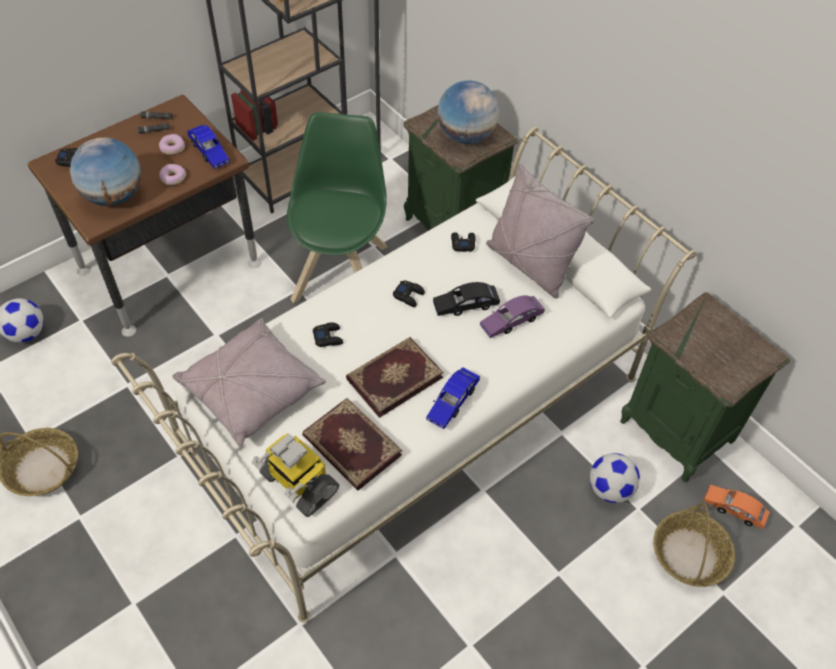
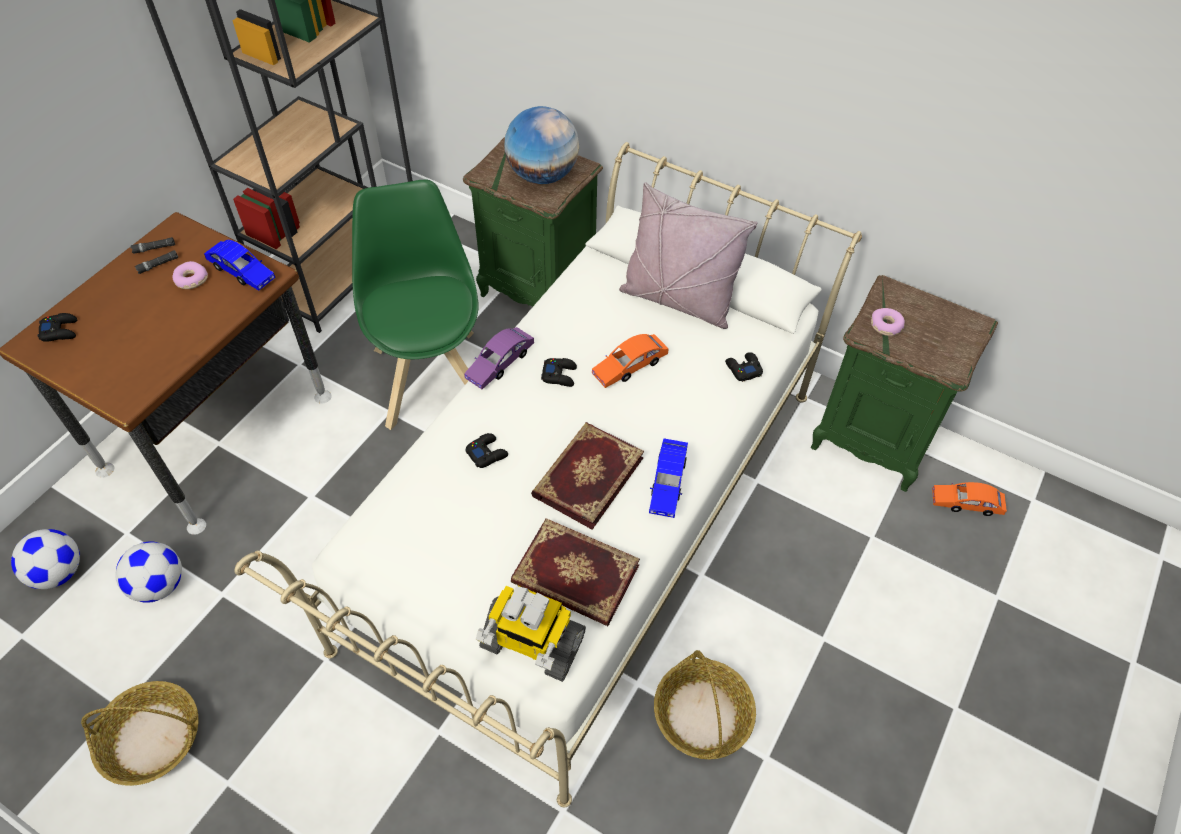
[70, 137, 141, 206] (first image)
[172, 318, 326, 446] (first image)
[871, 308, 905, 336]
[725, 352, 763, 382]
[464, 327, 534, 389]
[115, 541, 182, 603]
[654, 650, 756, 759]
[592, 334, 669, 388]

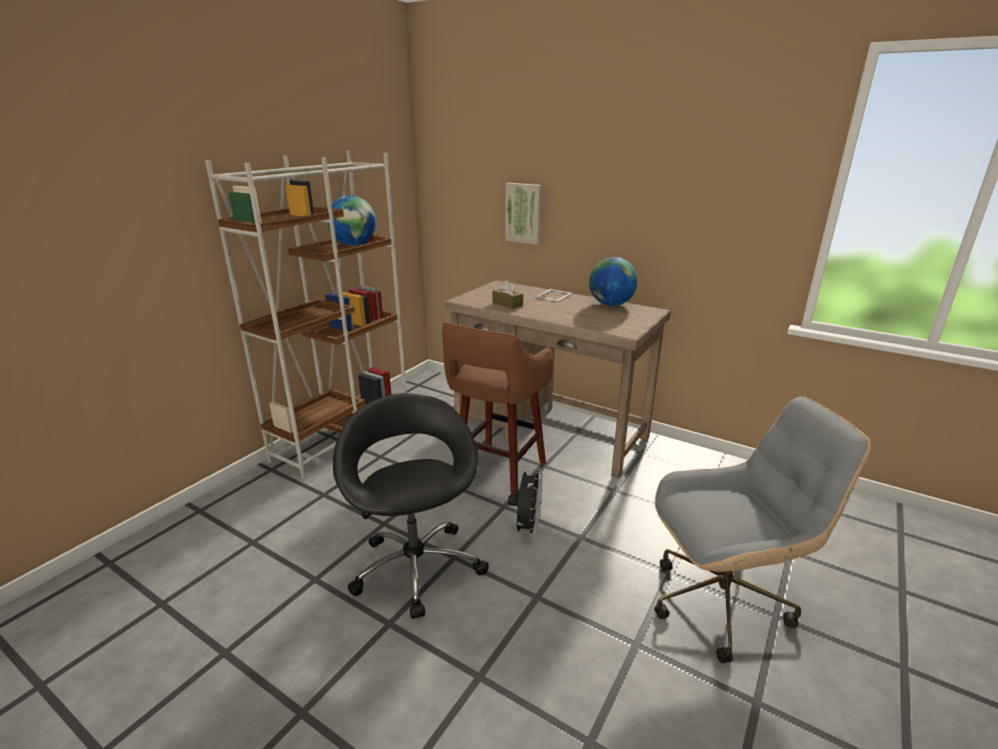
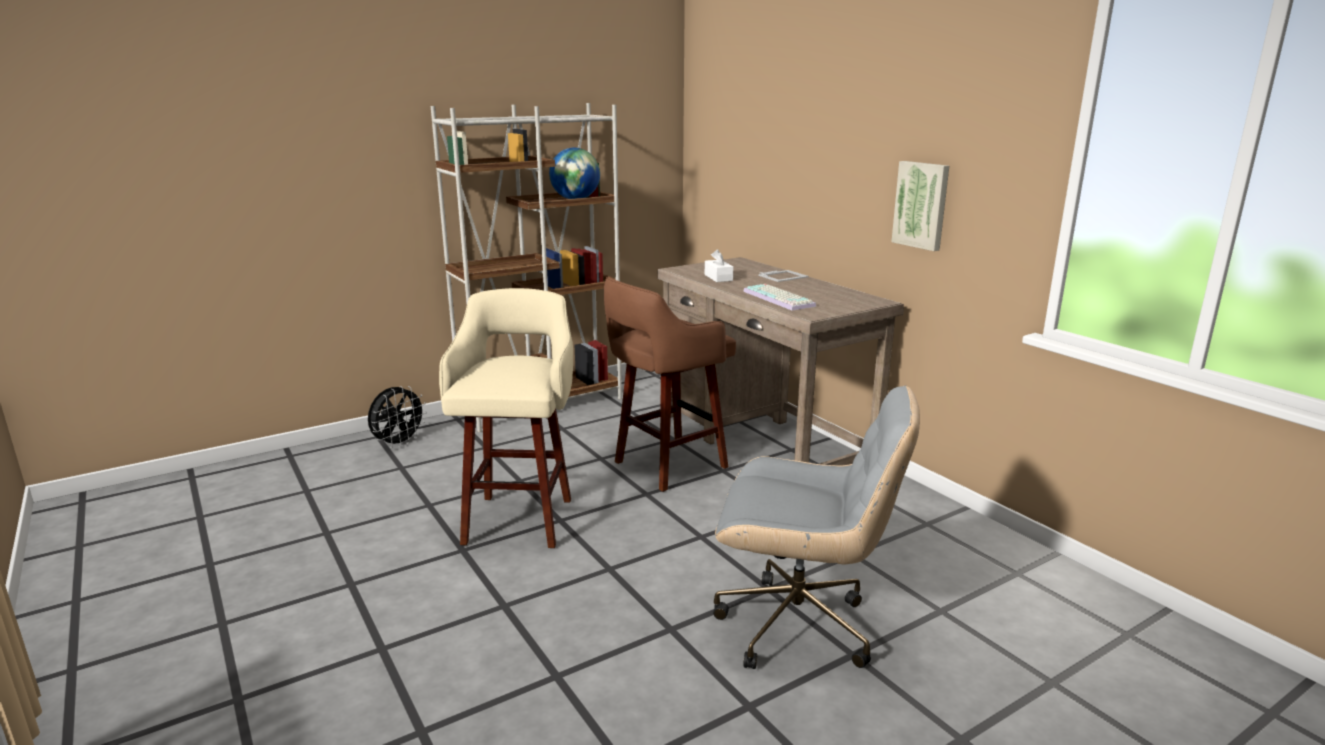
[589, 257, 638, 306] (first image)
[743, 284, 816, 311]
[891, 161, 949, 251]
[368, 386, 427, 448]
[439, 288, 573, 548]
[705, 249, 733, 282]

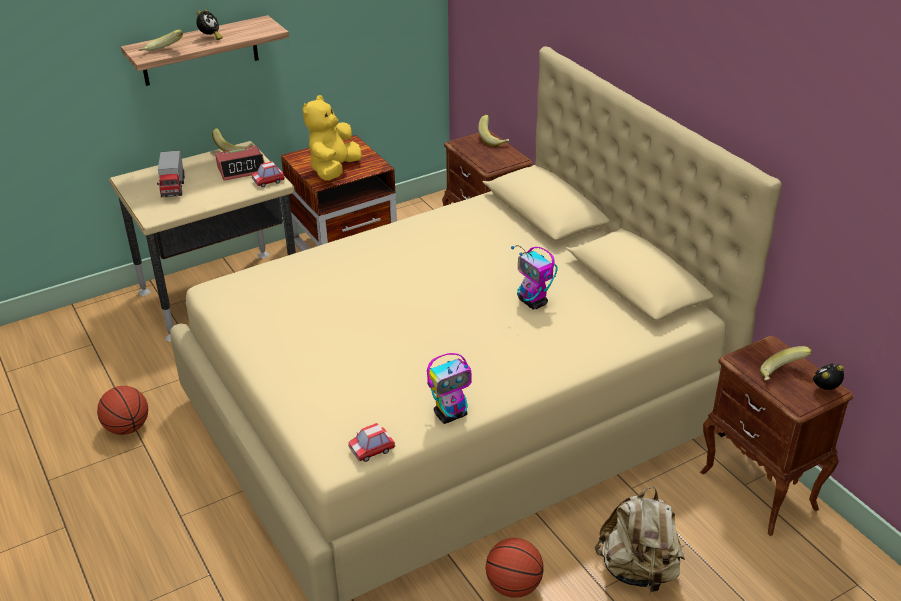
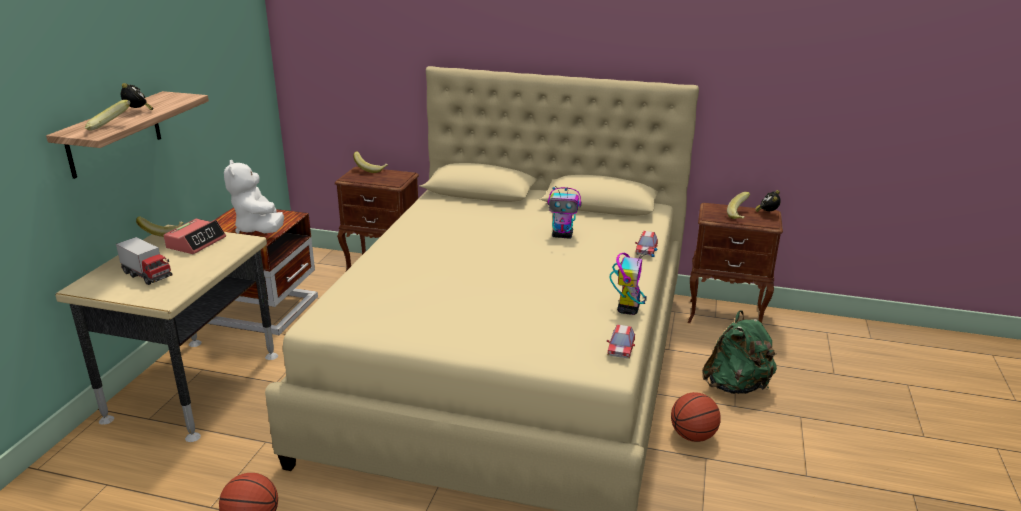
[635, 231, 658, 256]
[224, 160, 284, 234]
[703, 310, 777, 394]

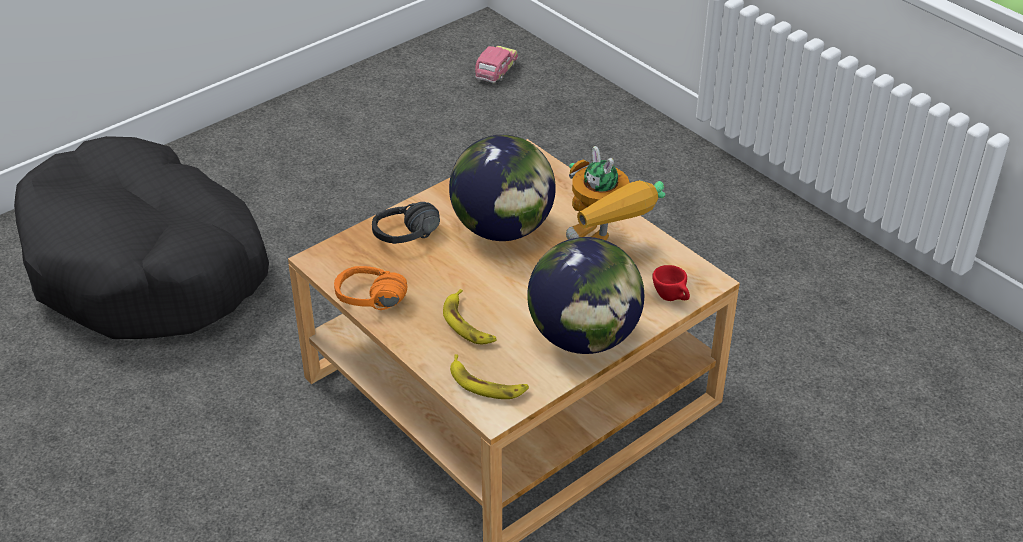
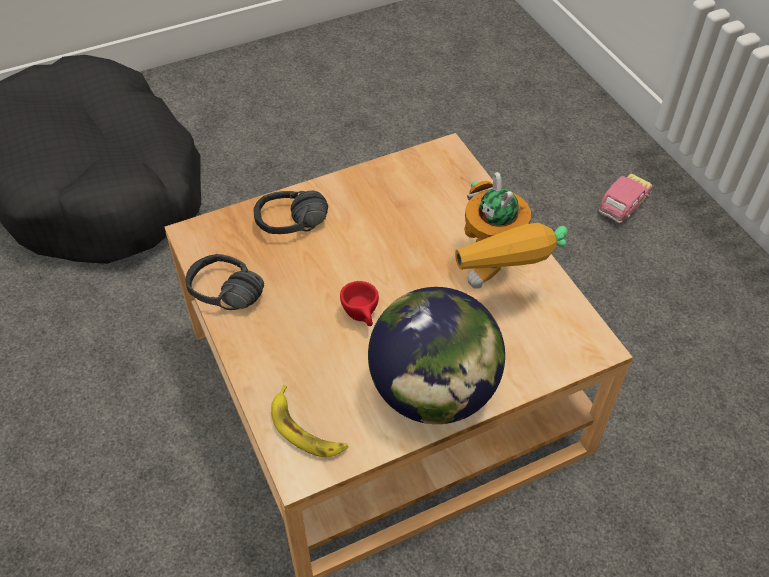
[443, 289, 497, 344] (first image)
[449, 135, 556, 241] (first image)
[599, 174, 652, 223]
[340, 281, 379, 326]
[186, 254, 264, 310]

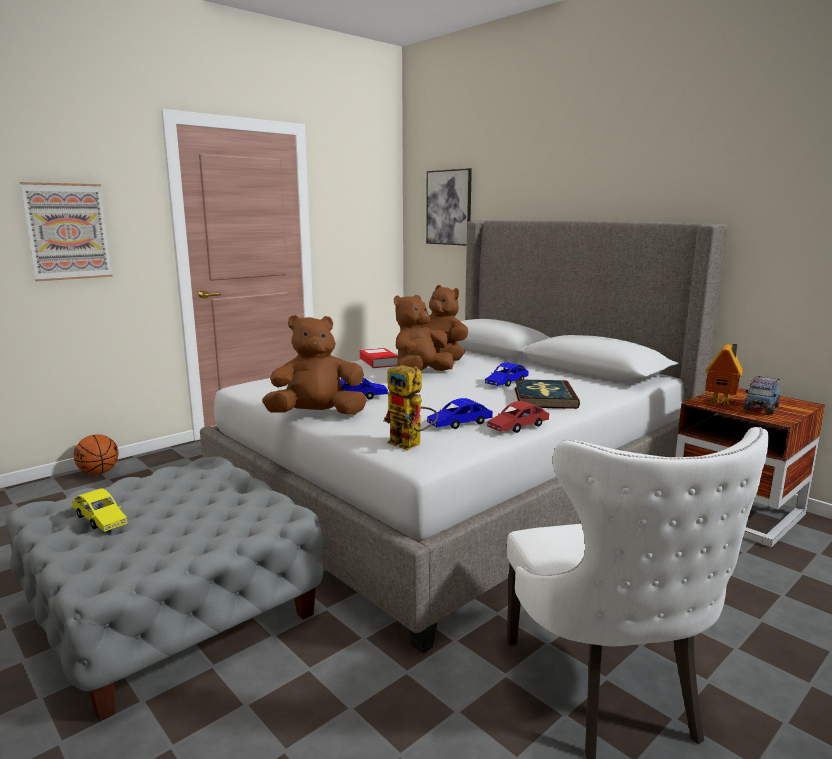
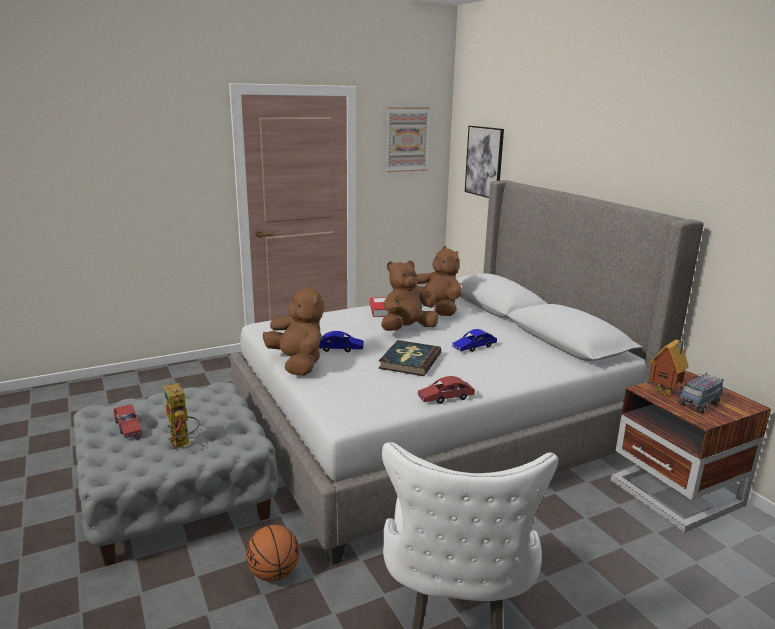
[427, 398, 493, 429] (first image)
[386, 107, 430, 172]
[246, 525, 299, 582]
[164, 383, 199, 449]
[379, 340, 441, 376]
[113, 404, 142, 438]
[263, 284, 324, 376]

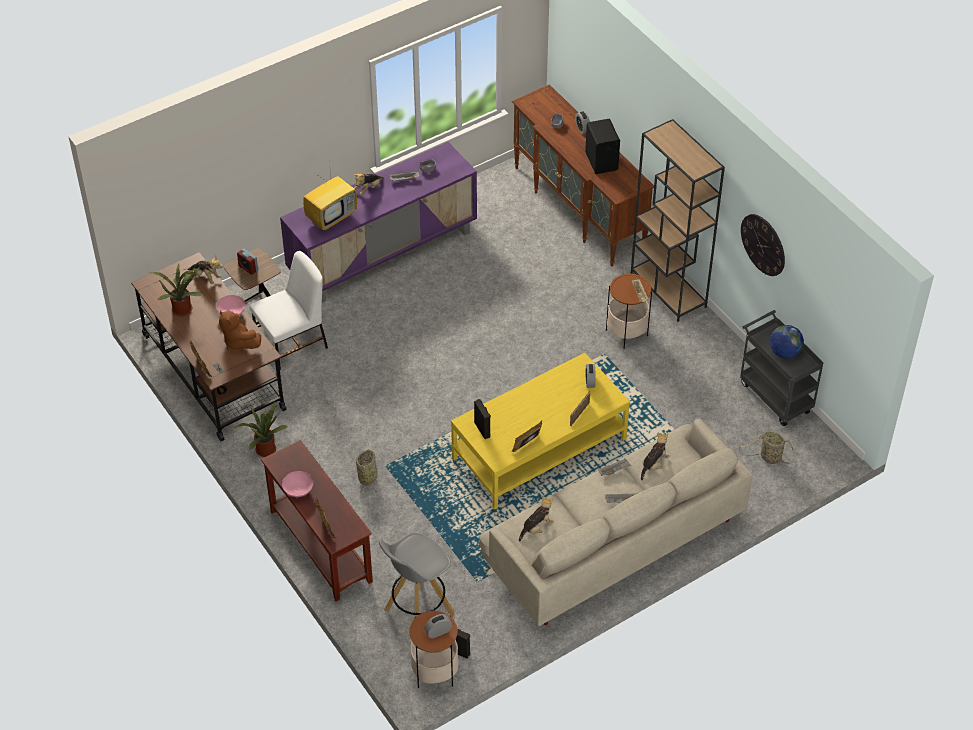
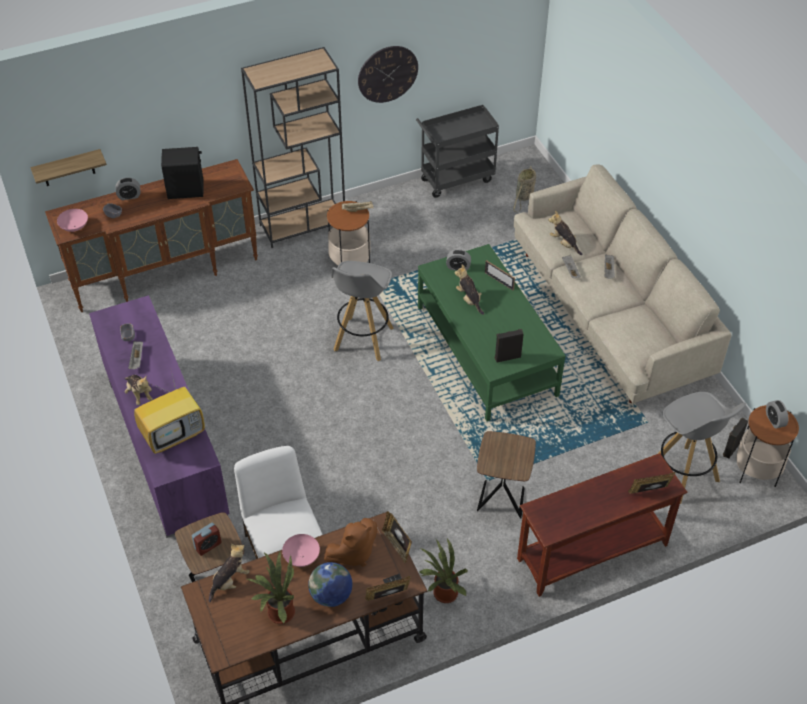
[30, 149, 107, 186]
[332, 261, 394, 361]
[57, 209, 88, 232]
[382, 511, 412, 564]
[455, 264, 484, 315]
[308, 562, 352, 607]
[477, 431, 536, 519]
[418, 244, 566, 421]
[134, 371, 205, 454]

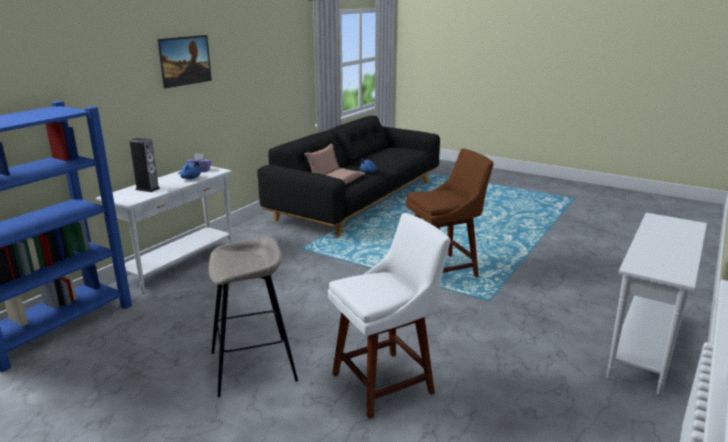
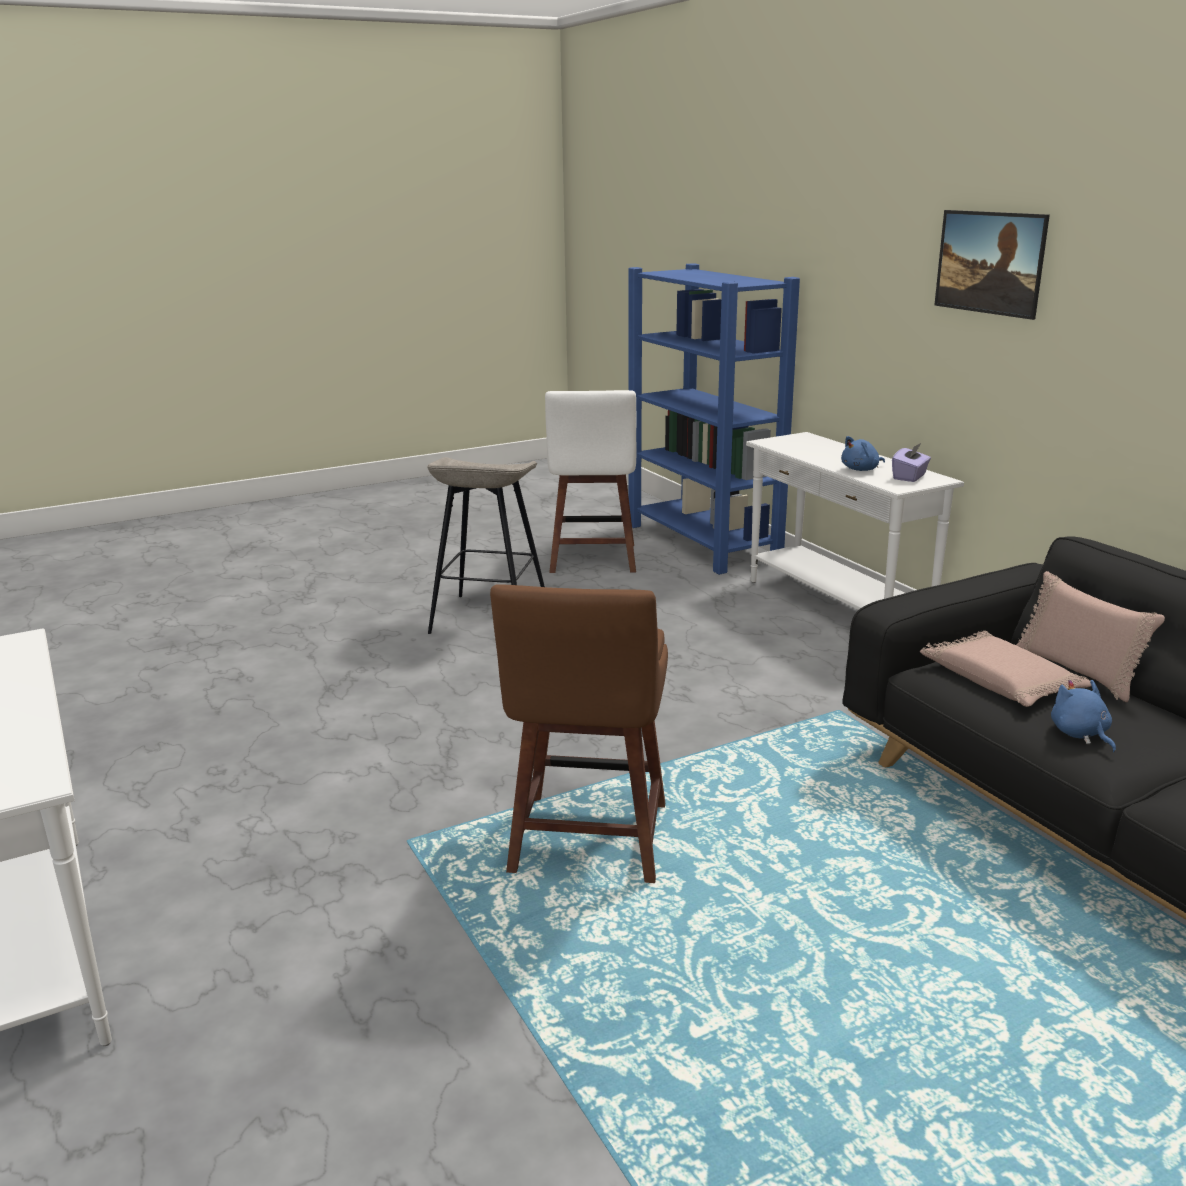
[129, 138, 160, 192] (first image)
[545, 390, 636, 573]

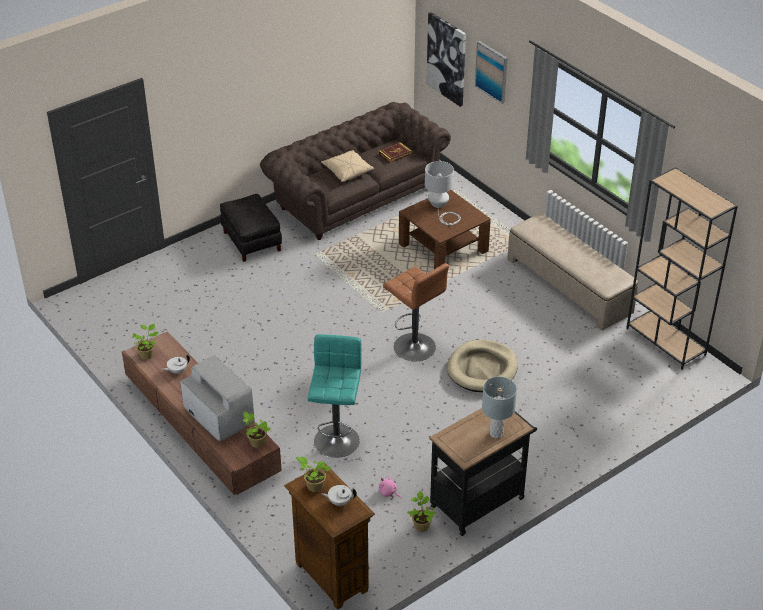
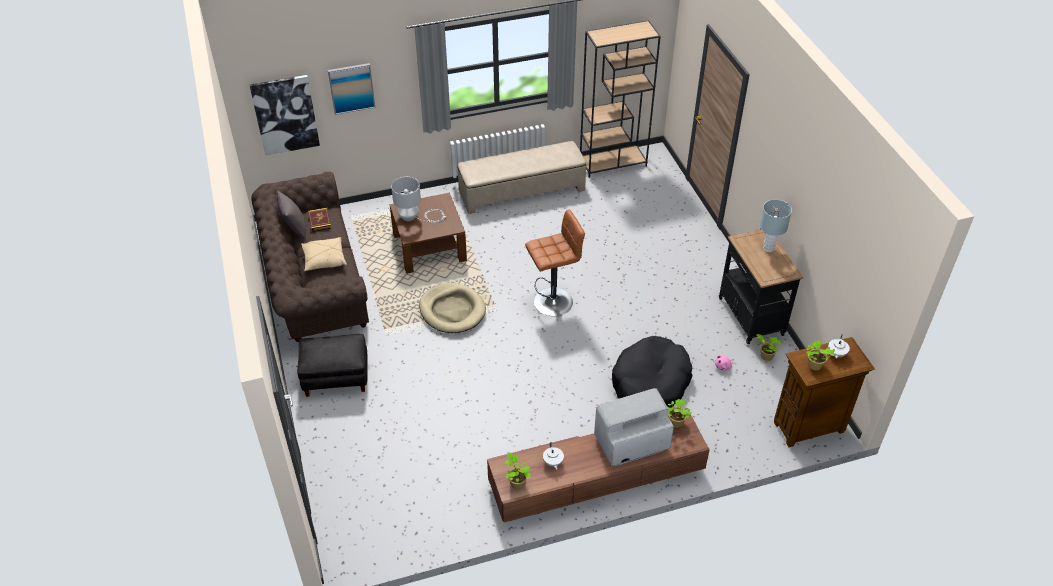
[277, 191, 306, 240]
[419, 283, 486, 333]
[612, 336, 693, 408]

